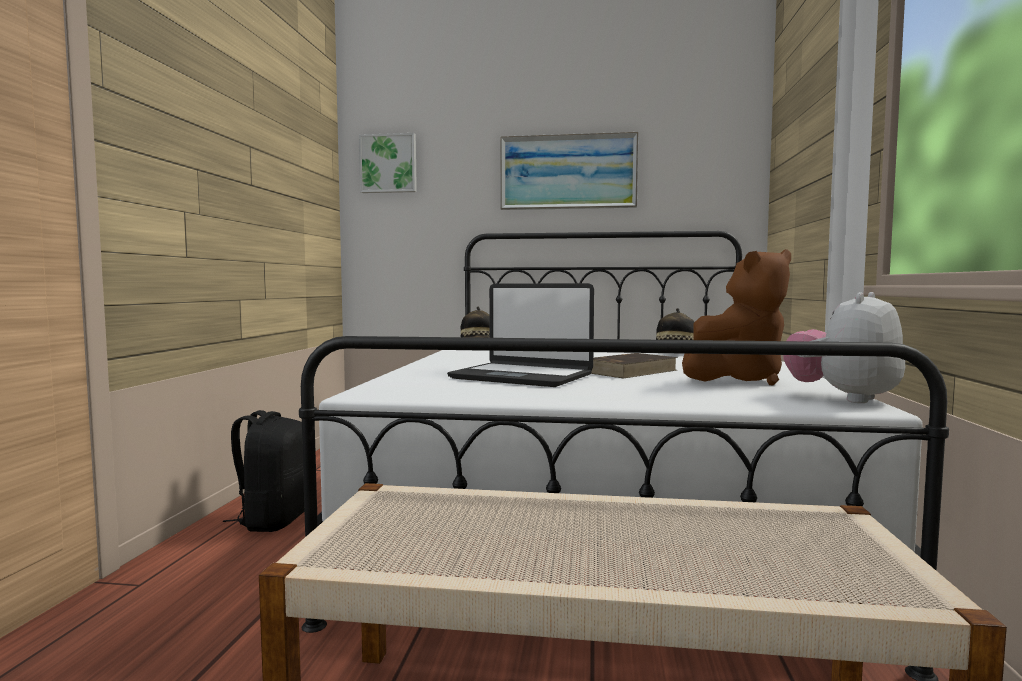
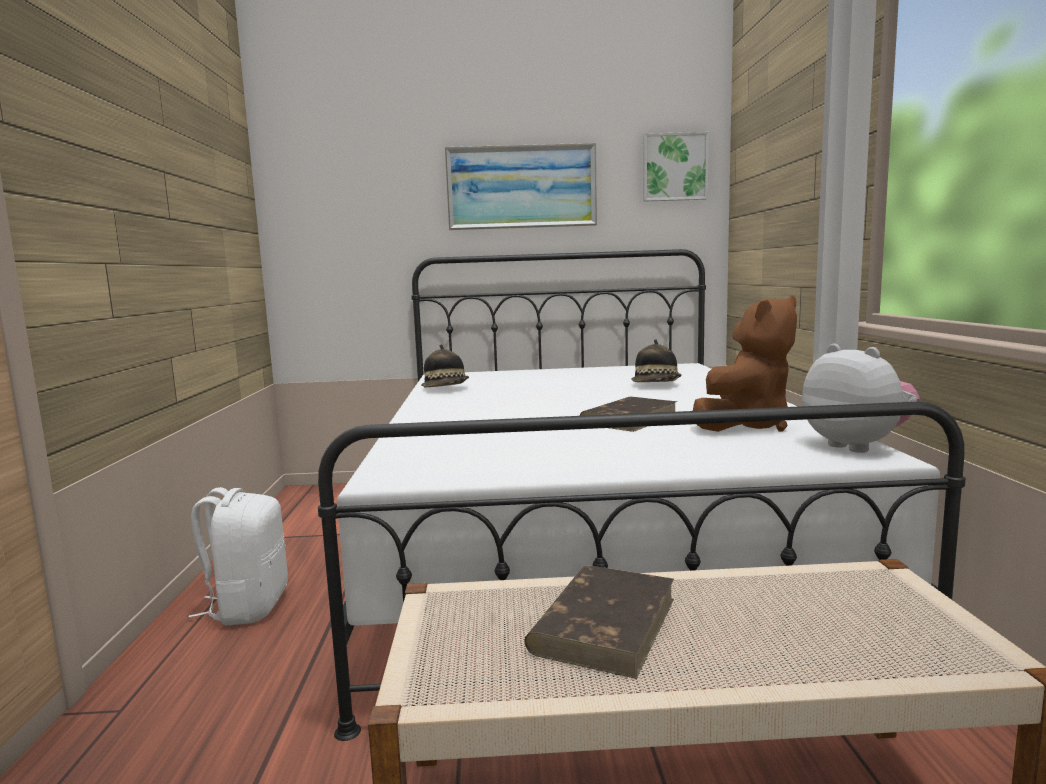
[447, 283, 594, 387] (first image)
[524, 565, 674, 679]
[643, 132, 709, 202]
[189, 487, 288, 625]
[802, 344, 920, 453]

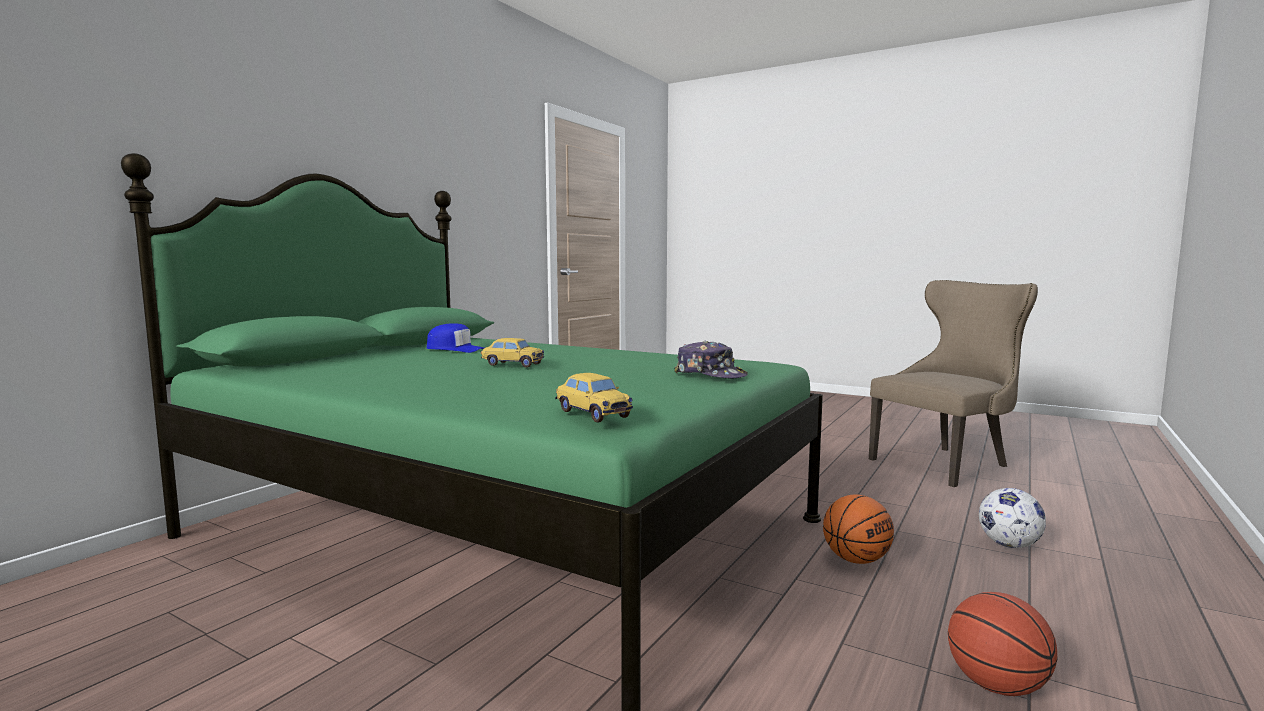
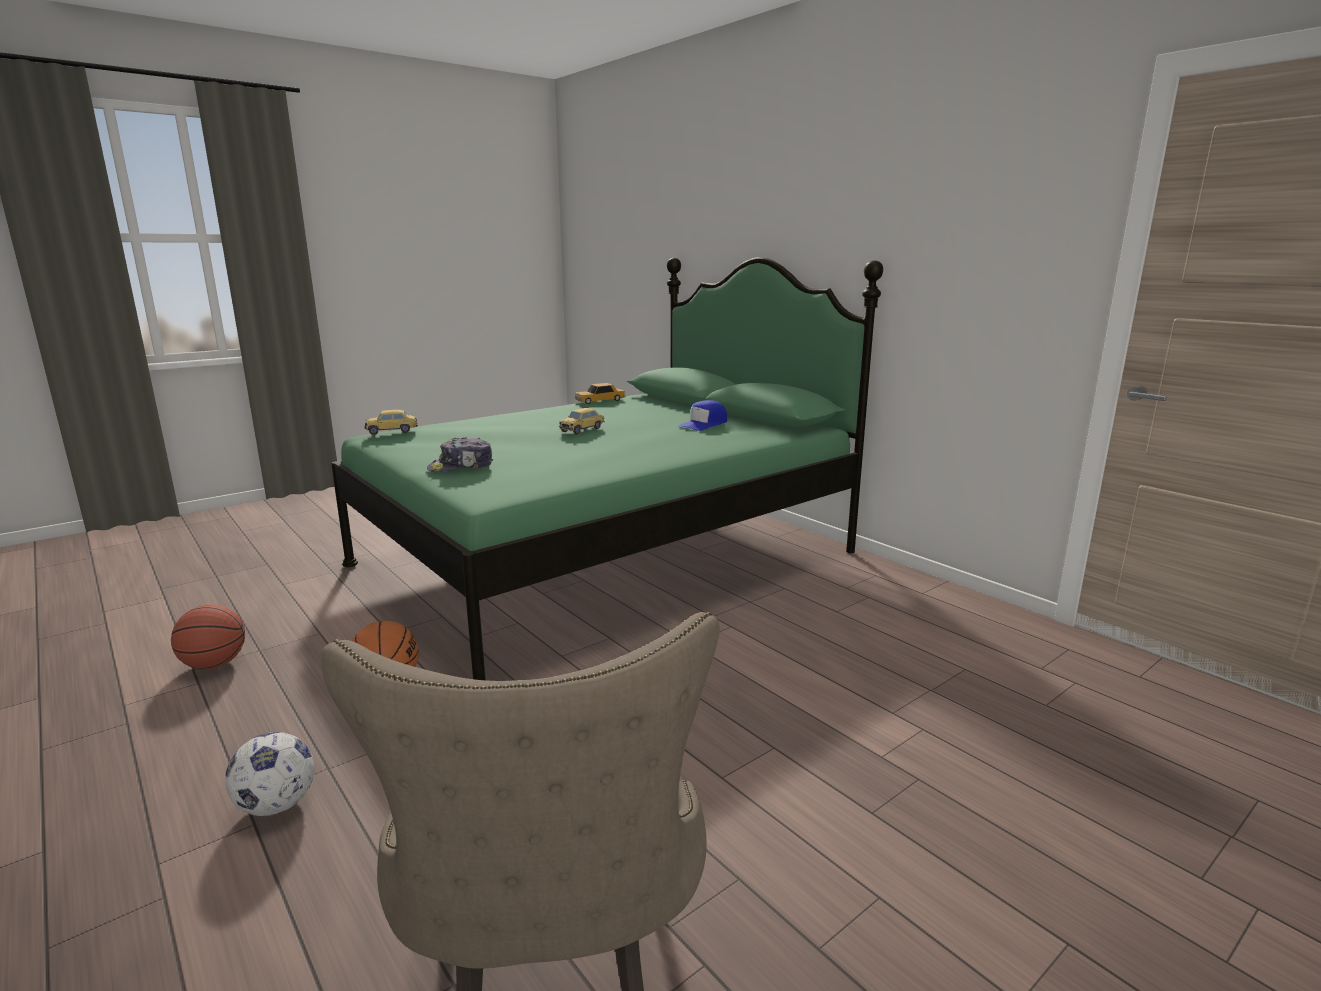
[575, 383, 626, 404]

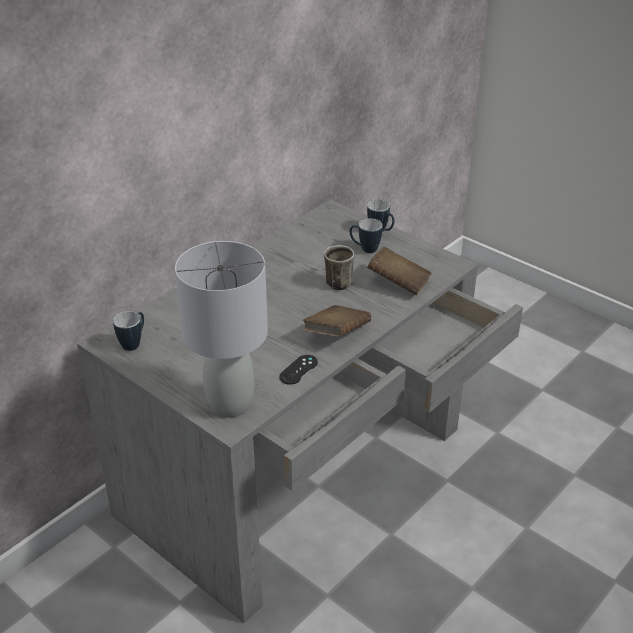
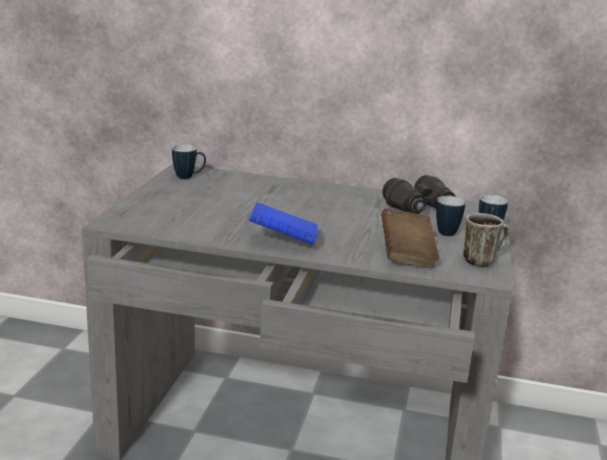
[175, 241, 268, 418] (first image)
[279, 355, 318, 385] (first image)
[382, 175, 456, 214]
[463, 213, 509, 267]
[249, 202, 318, 245]

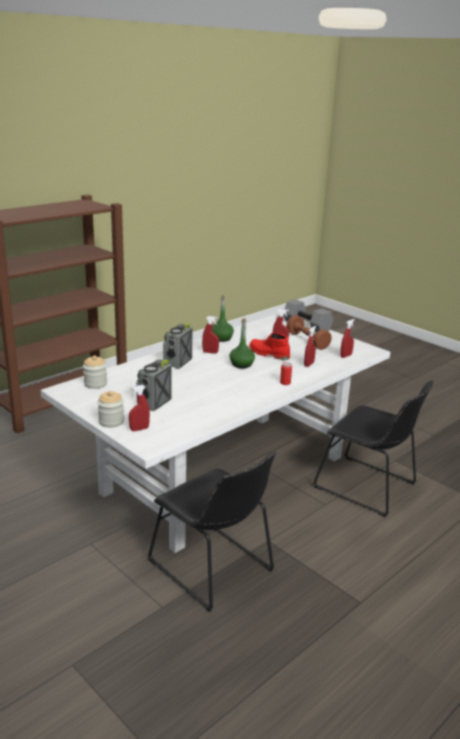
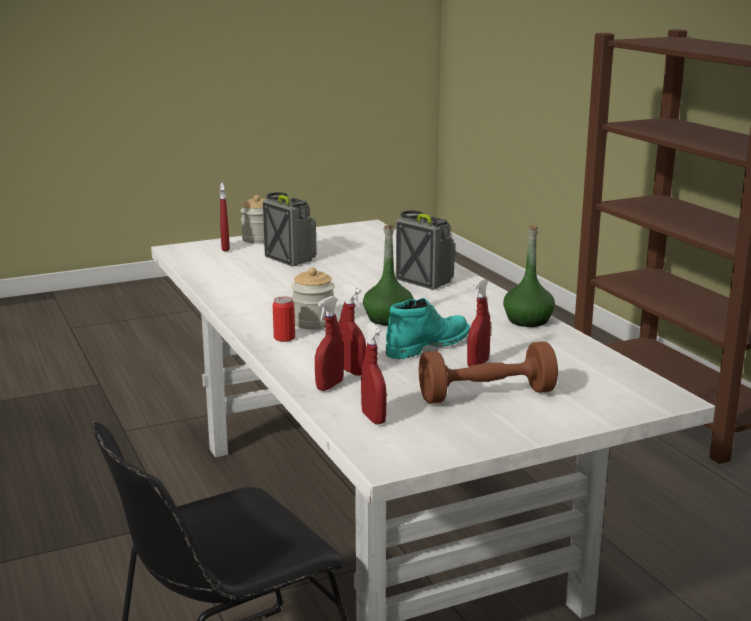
[148, 452, 276, 612] (first image)
[284, 299, 333, 333] (first image)
[291, 267, 335, 330]
[315, 296, 344, 391]
[386, 298, 470, 359]

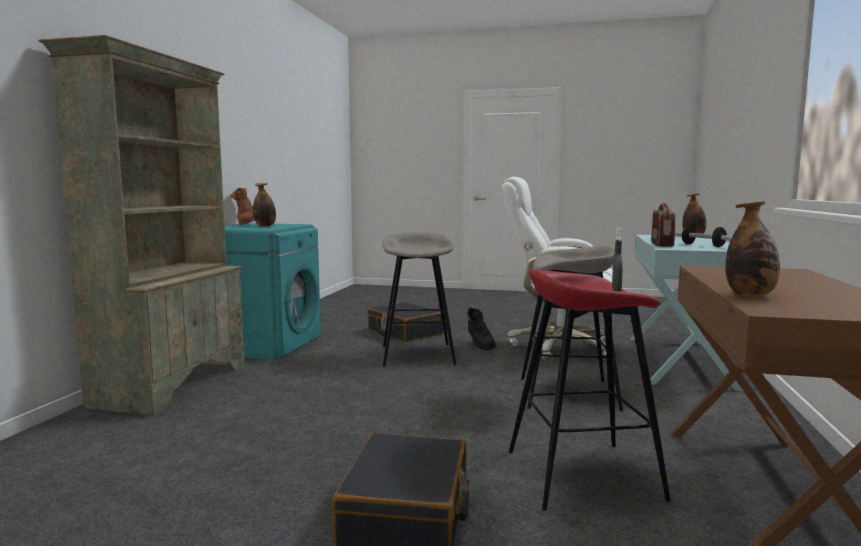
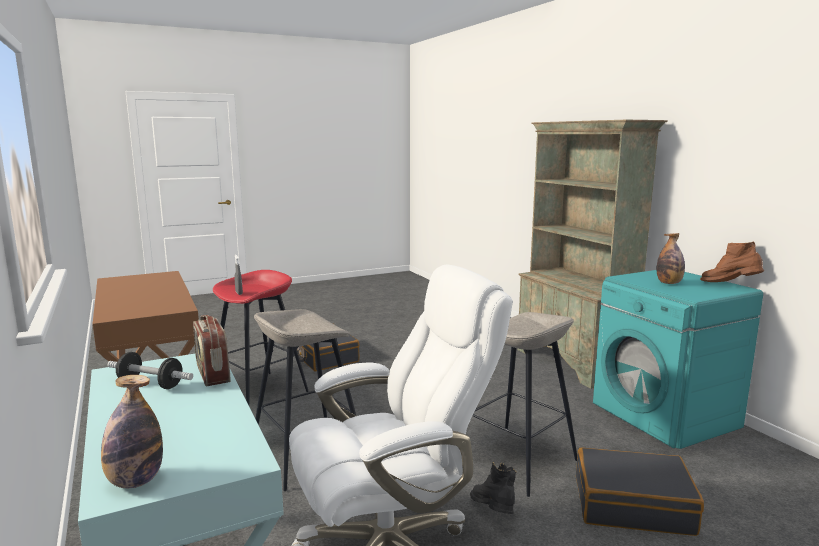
[726, 201, 780, 296] (first image)
[470, 462, 517, 514]

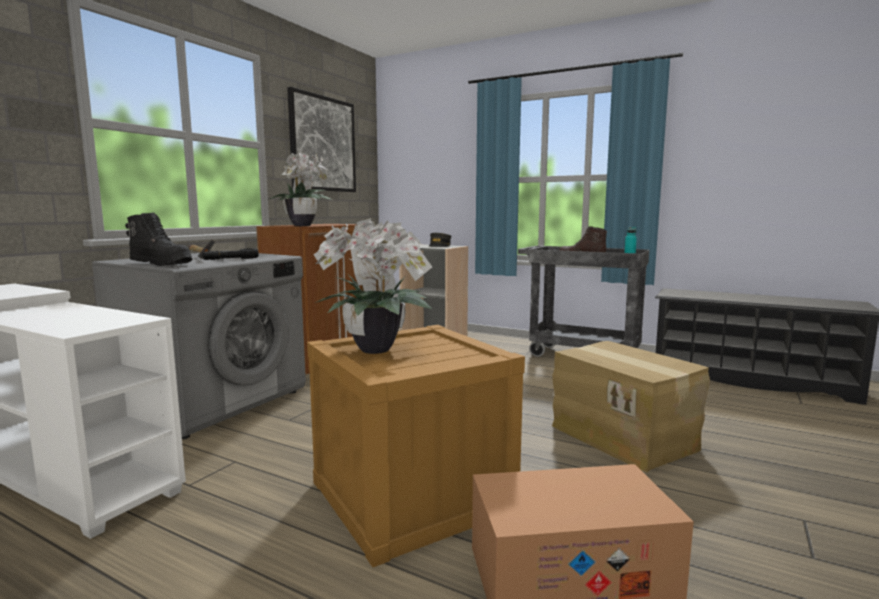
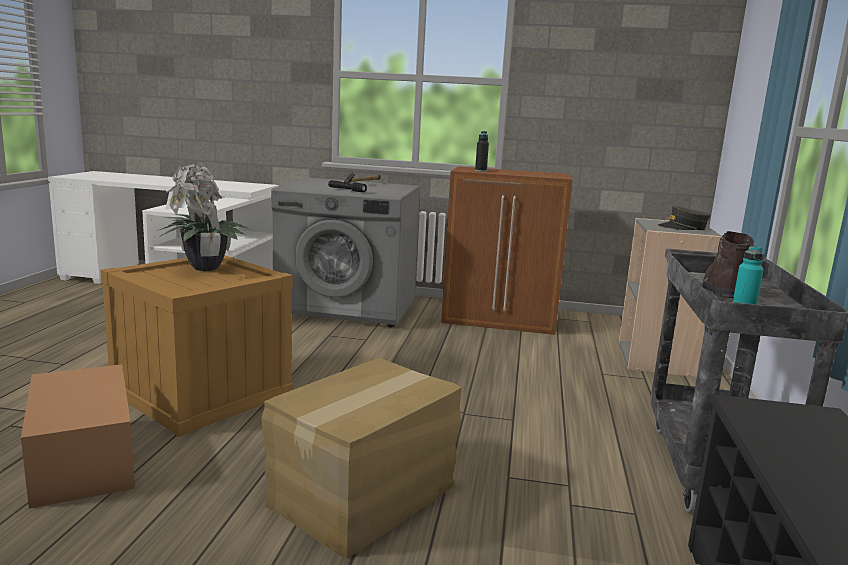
[125, 213, 193, 266] (first image)
[287, 87, 356, 192] (first image)
[475, 131, 489, 172]

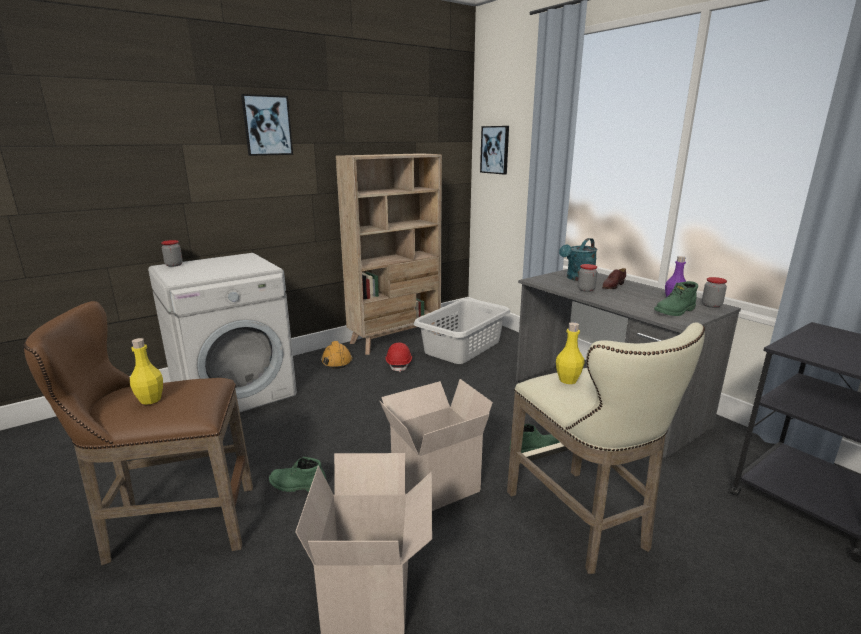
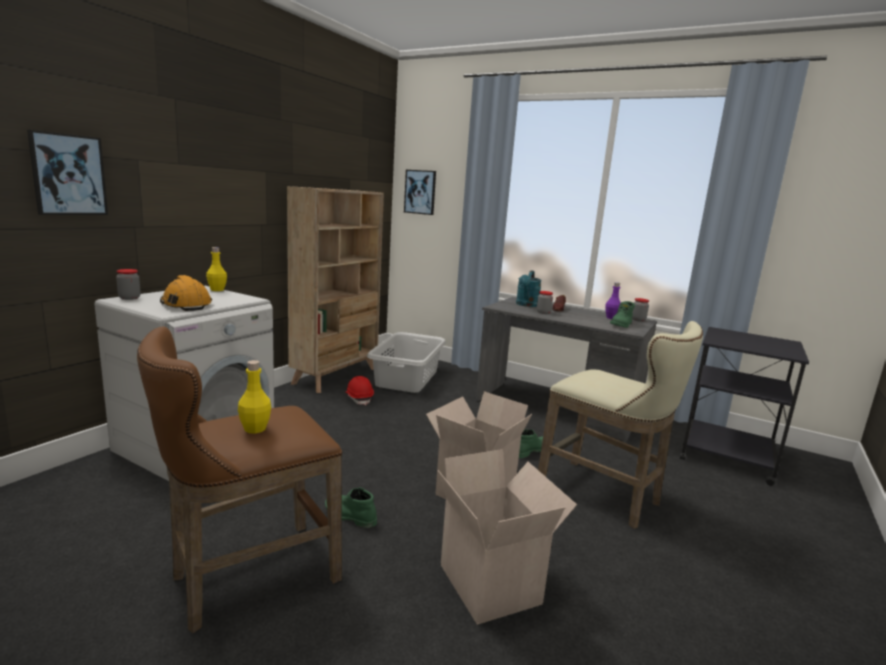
[27, 130, 108, 215]
[160, 275, 212, 311]
[206, 247, 227, 291]
[325, 487, 377, 528]

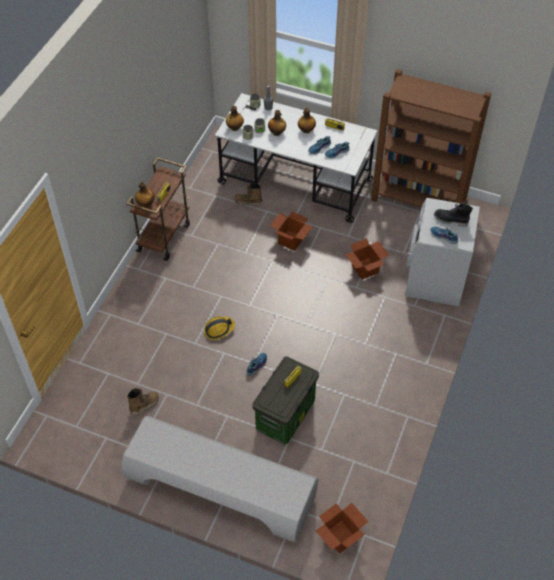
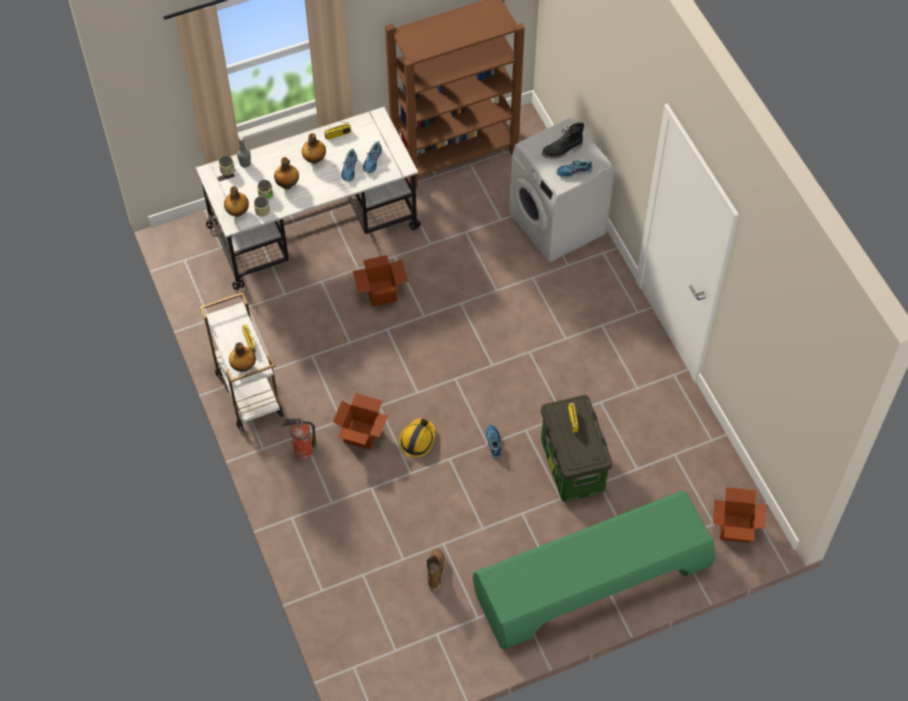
[235, 183, 263, 206] (first image)
[282, 418, 317, 460]
[333, 393, 388, 450]
[473, 491, 715, 649]
[200, 292, 284, 432]

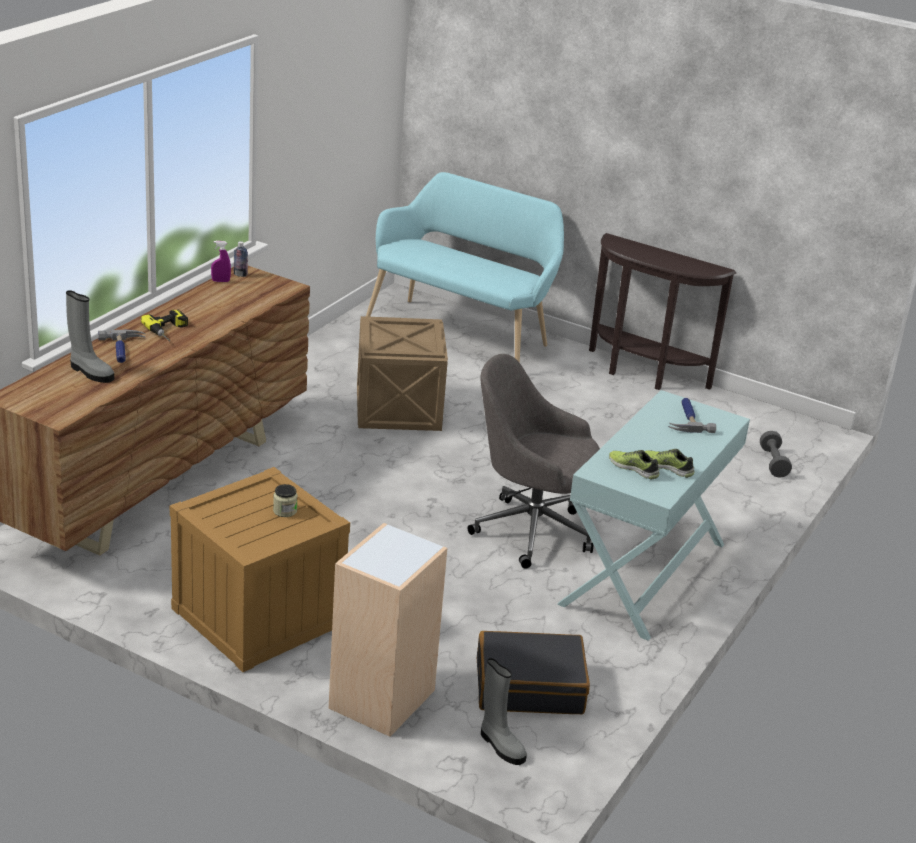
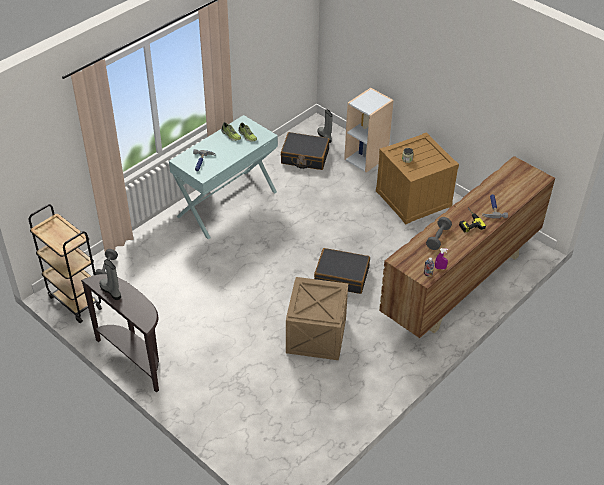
[366, 172, 564, 363] (first image)
[467, 354, 600, 569] (first image)
[29, 204, 102, 323]
[314, 248, 370, 294]
[426, 217, 452, 250]
[99, 259, 121, 300]

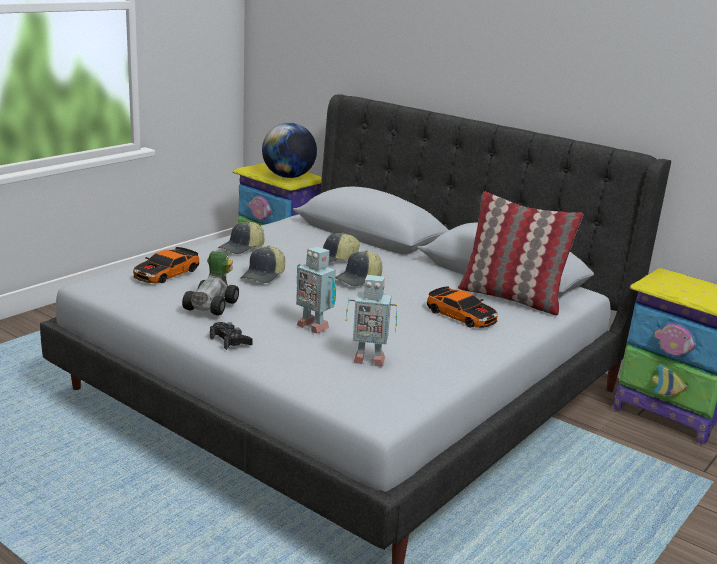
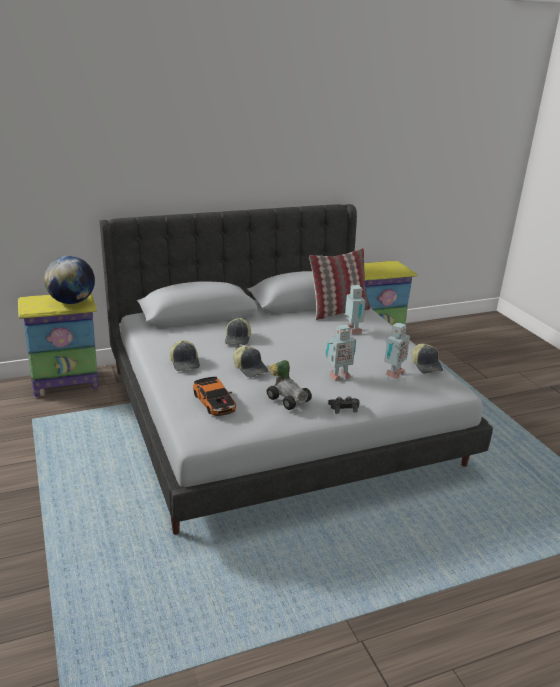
[412, 344, 443, 373]
[345, 285, 366, 334]

